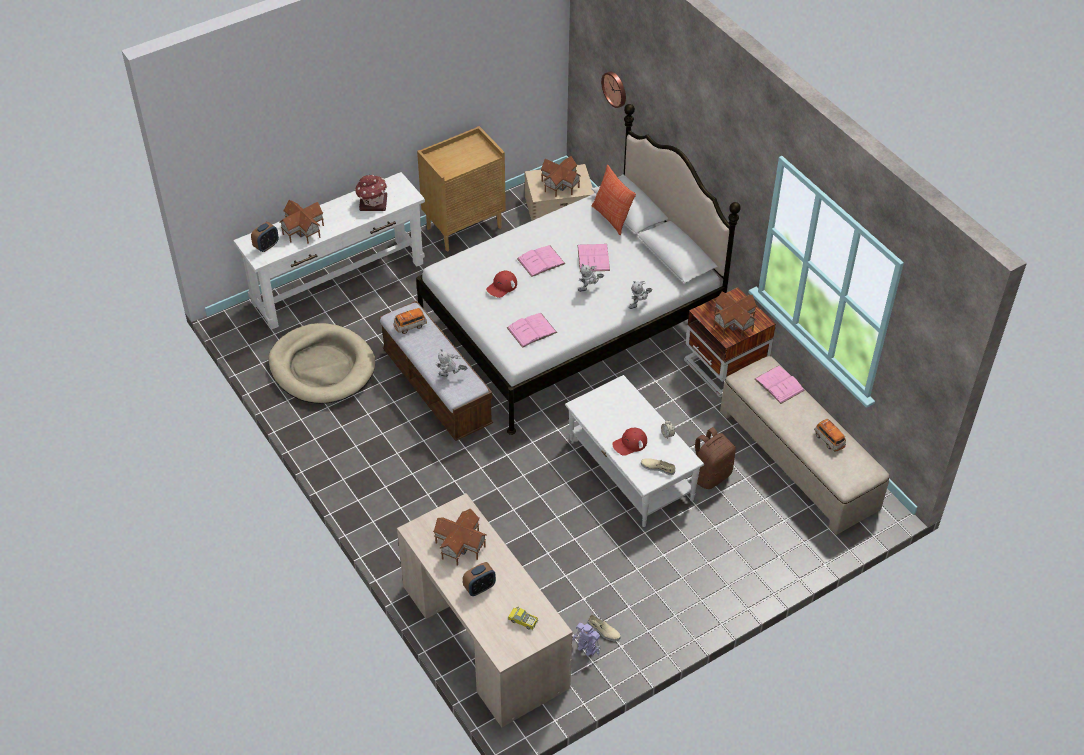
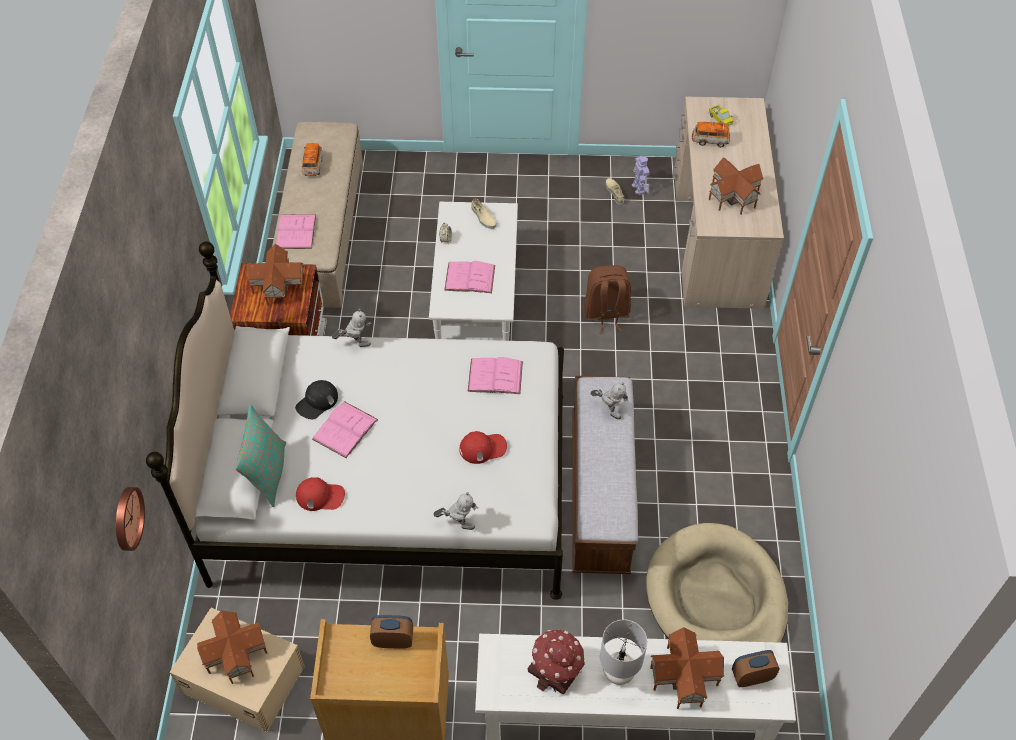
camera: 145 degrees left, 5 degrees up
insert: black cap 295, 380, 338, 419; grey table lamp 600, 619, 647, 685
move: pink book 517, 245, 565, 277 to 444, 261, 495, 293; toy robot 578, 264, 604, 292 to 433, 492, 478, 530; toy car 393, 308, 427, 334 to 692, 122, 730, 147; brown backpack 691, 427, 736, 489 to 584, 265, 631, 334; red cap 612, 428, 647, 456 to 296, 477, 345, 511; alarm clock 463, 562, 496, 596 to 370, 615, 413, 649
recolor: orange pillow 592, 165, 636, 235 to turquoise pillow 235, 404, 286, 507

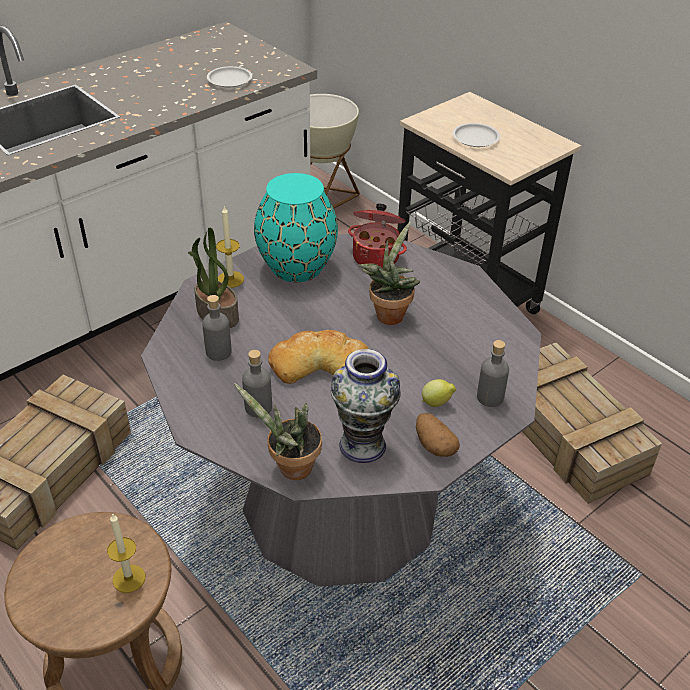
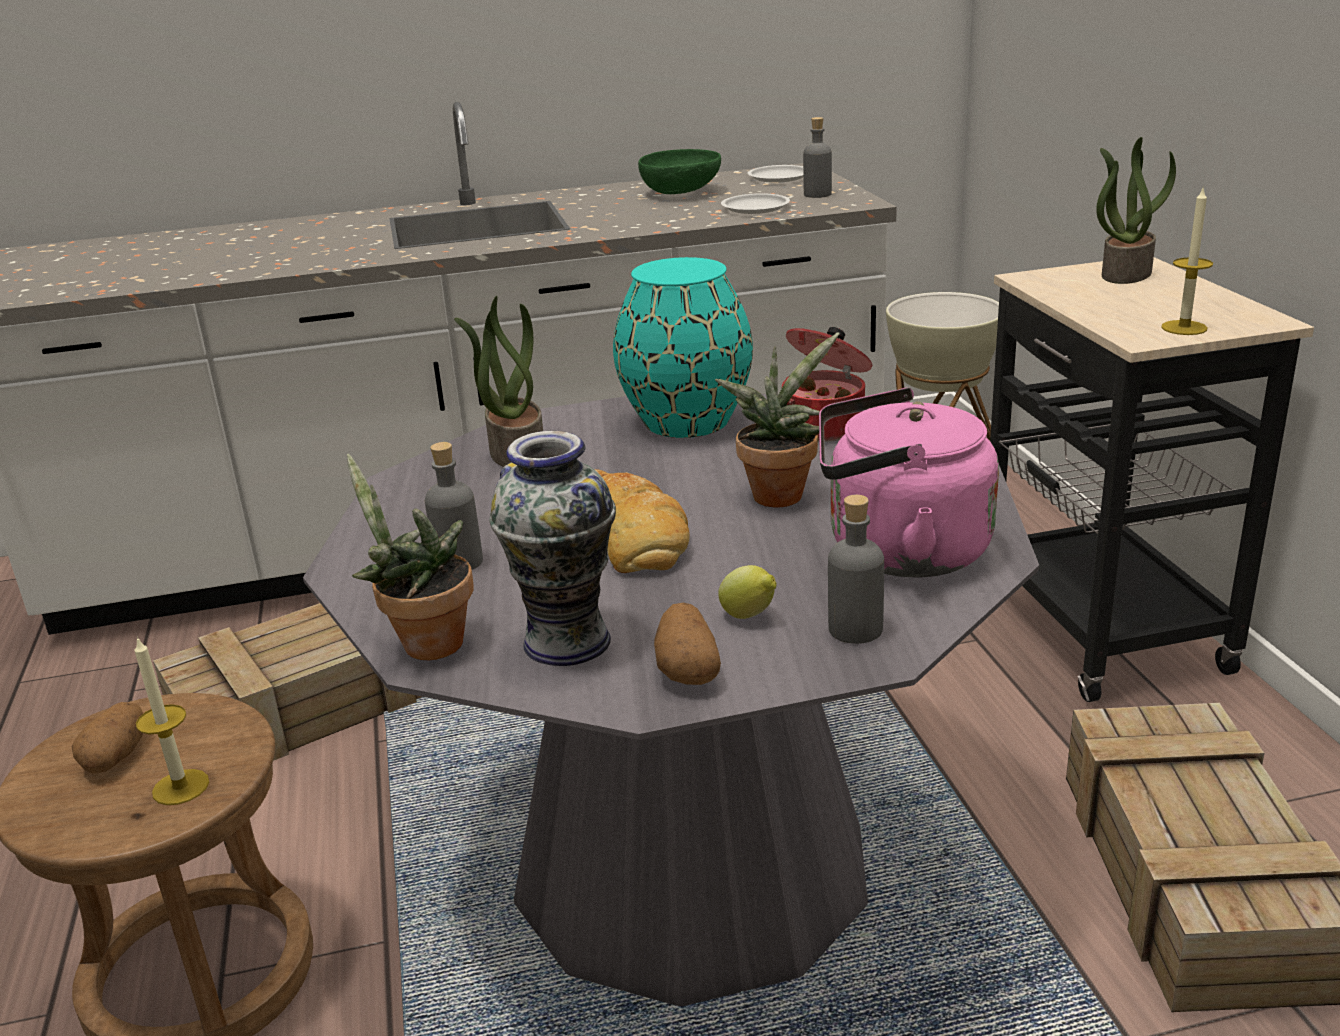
camera: 30 degrees right, 15 degrees down
insert: potted plant 1096, 137, 1176, 284; green bowl 638, 149, 721, 194; pink kettle 819, 388, 999, 578; potato 72, 702, 143, 774
move: white plate 452, 123, 500, 147 to 748, 165, 803, 183; candle 216, 206, 244, 288 to 1161, 186, 1213, 335; grey bottle 202, 295, 232, 361 to 803, 117, 832, 198

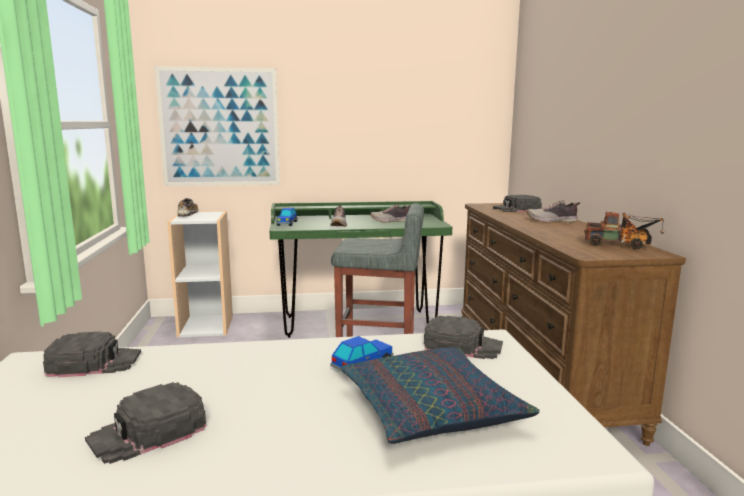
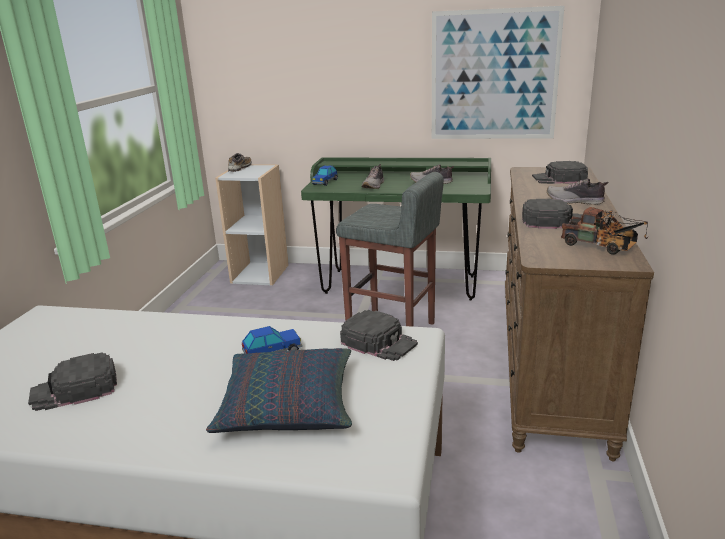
camera: 20 degrees right, 10 degrees up
move: picture 155, 66, 280, 186 to 432, 6, 564, 139; black cap 43, 331, 141, 377 to 522, 199, 583, 229

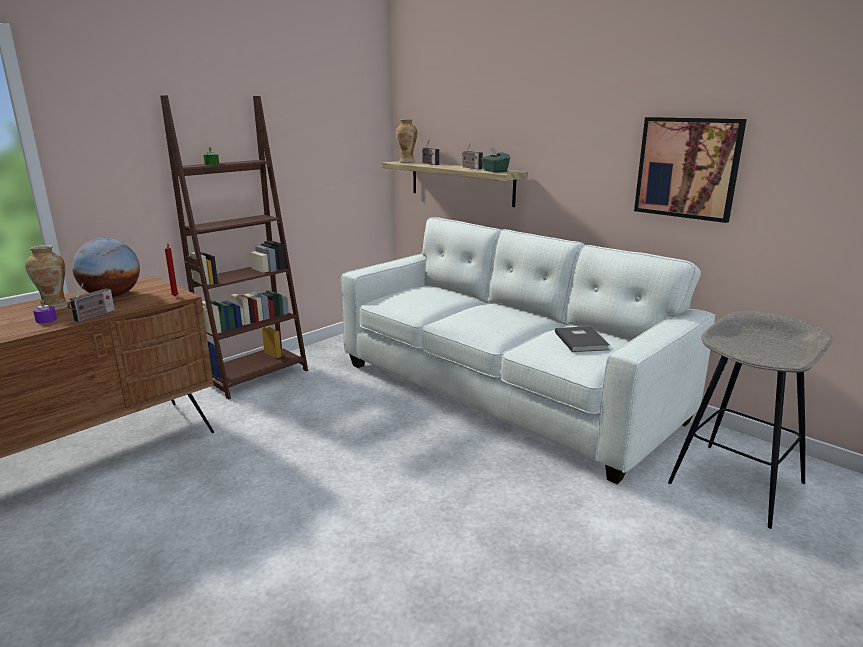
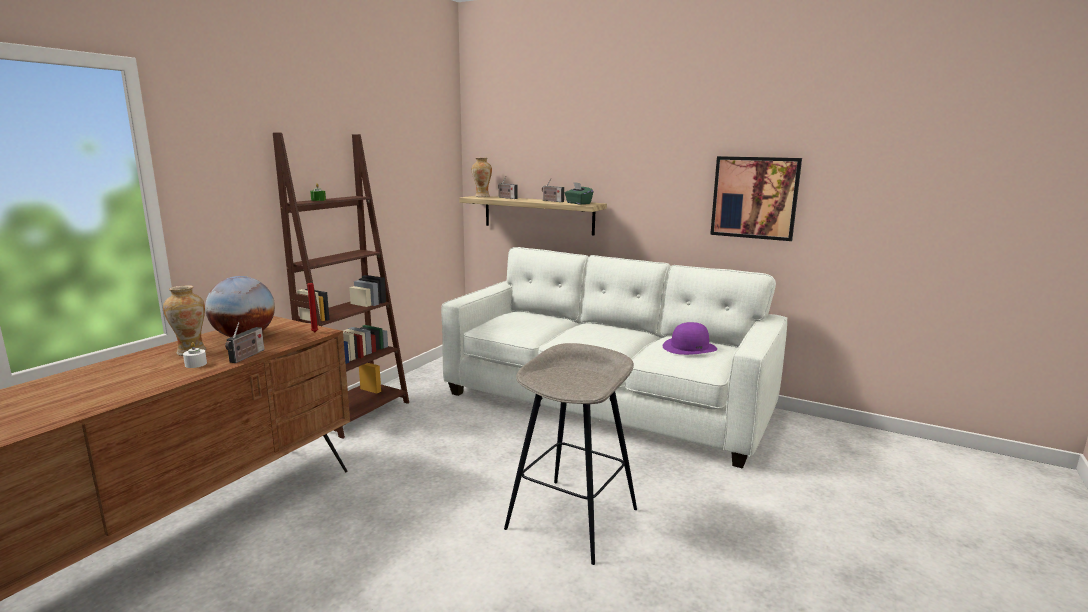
camera: 15 degrees left, 5 degrees down
move: grey stool 668, 311, 832, 529 to 504, 343, 637, 565
replace: grey book 555, 326, 610, 352 to purple hat 663, 322, 717, 355
recolor: purple candle 33, 299, 57, 323 to white candle 183, 342, 207, 368

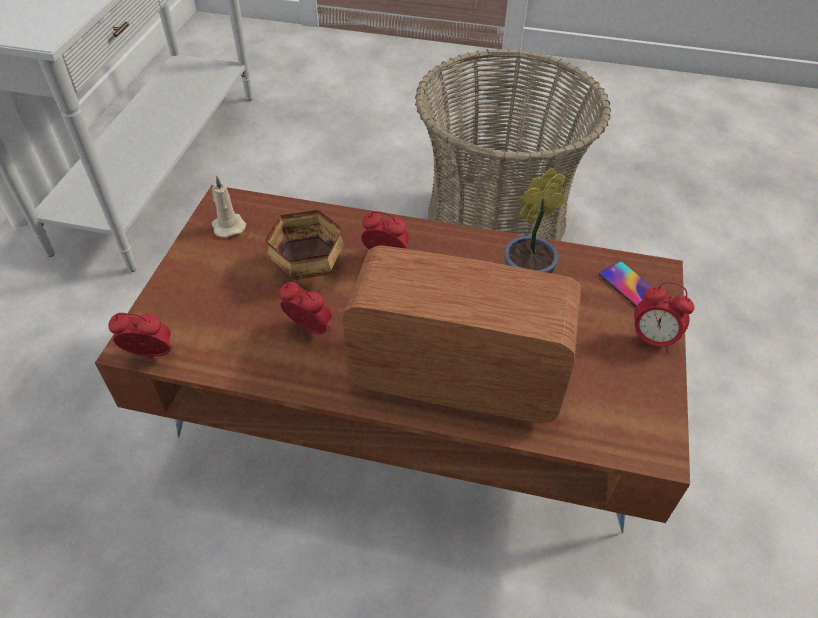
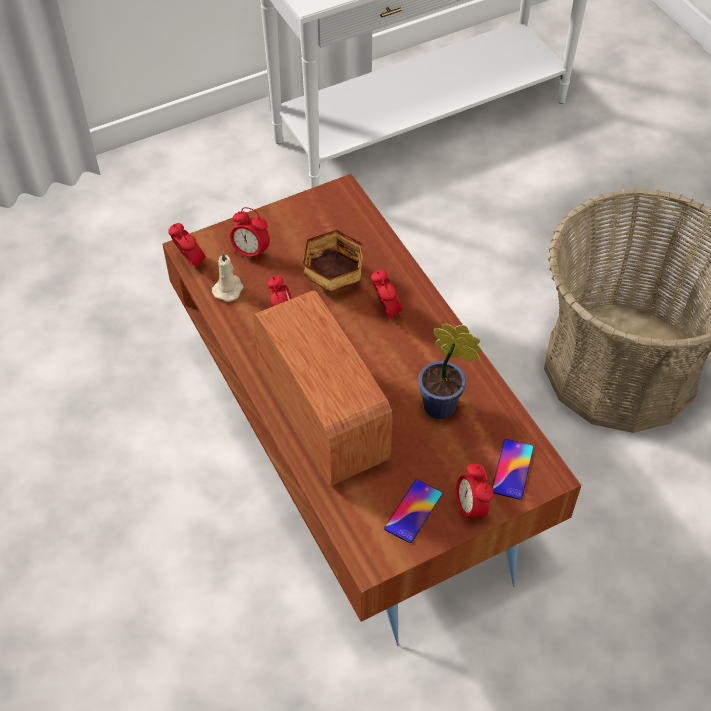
camera: 50 degrees right, 5 degrees up
insert: alarm clock 230, 207, 270, 263; phone 384, 479, 442, 543
move: beige candle 212, 175, 246, 238 to 212, 252, 244, 302

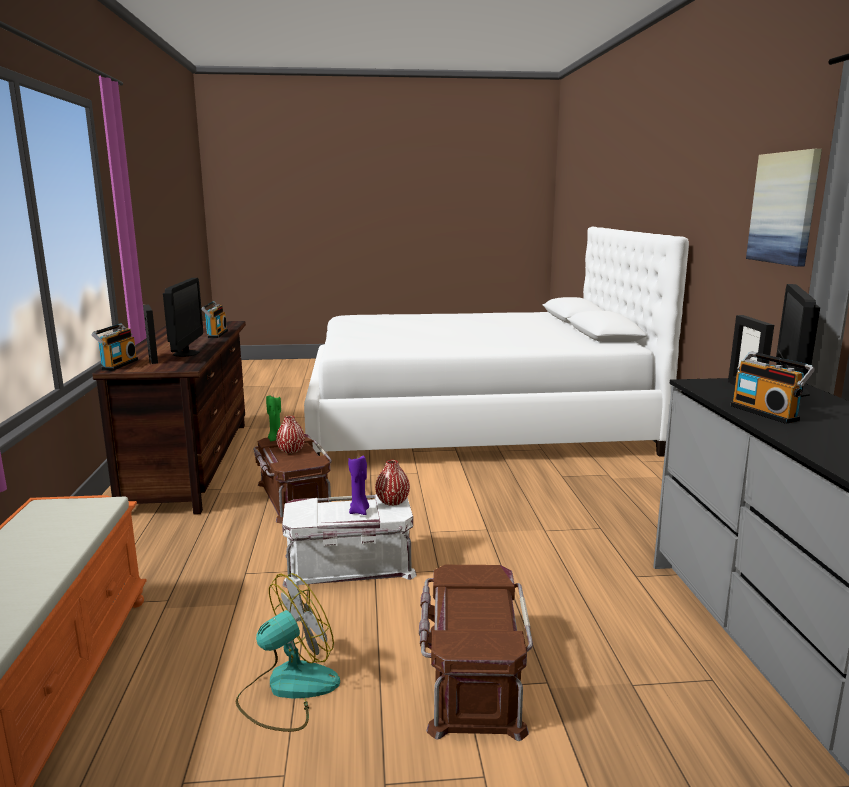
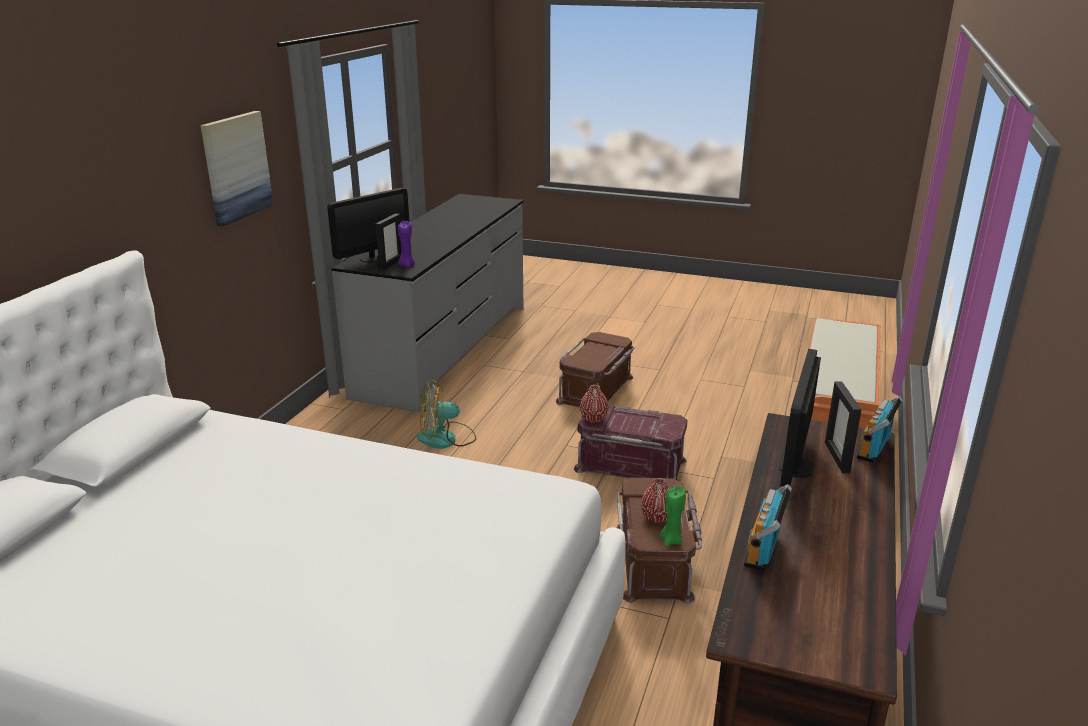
camera: 155 degrees left, 10 degrees up
delete: radio 731, 351, 815, 424
move: purple candle 348, 455, 369, 515 to 398, 221, 415, 268; fan 236, 573, 340, 732 to 417, 380, 476, 449
recolor: white storage box 282, 494, 417, 588 to red storage box 574, 405, 687, 481

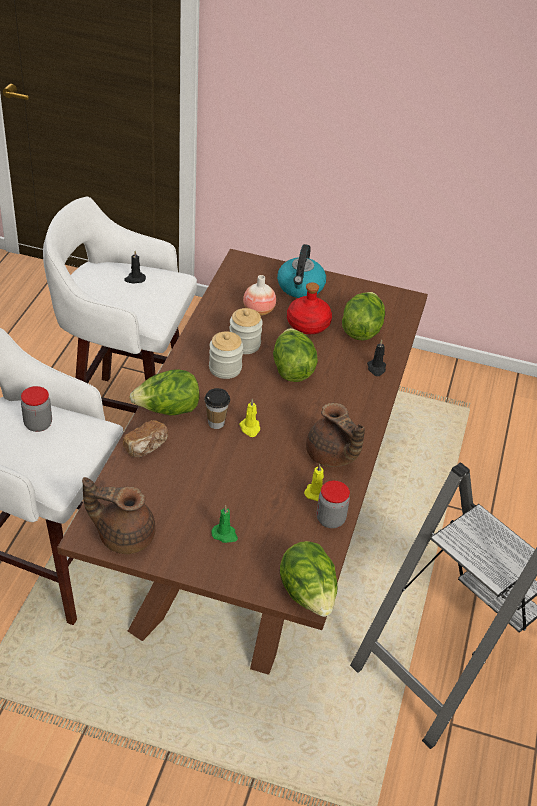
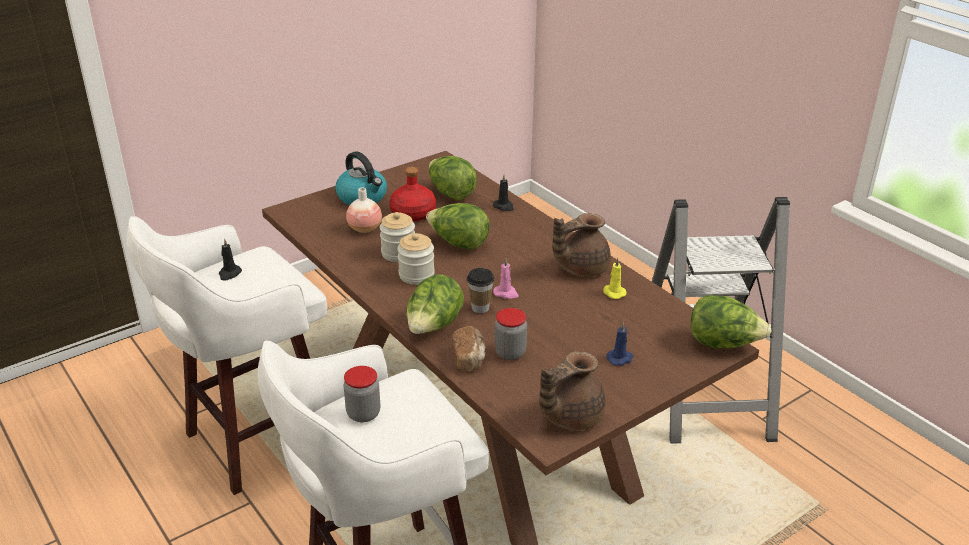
camera: 50 degrees left, 10 degrees down
move: jar 317, 480, 350, 528 to 494, 308, 527, 360
recolor: yellow candle 239, 399, 260, 437 to pink candle 493, 258, 519, 299; green candle 211, 505, 238, 543 to blue candle 606, 322, 633, 366
rotate: brown teapot 306, 403, 365, 467 = 552, 213, 611, 277 150 degrees clockwise

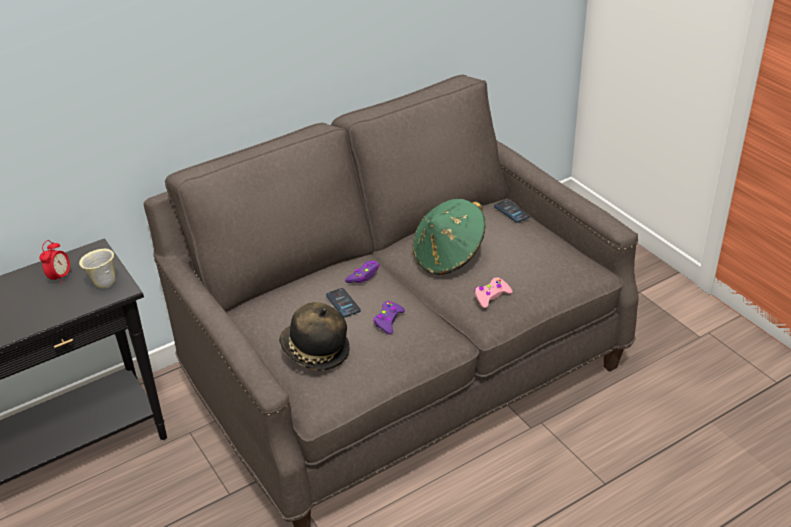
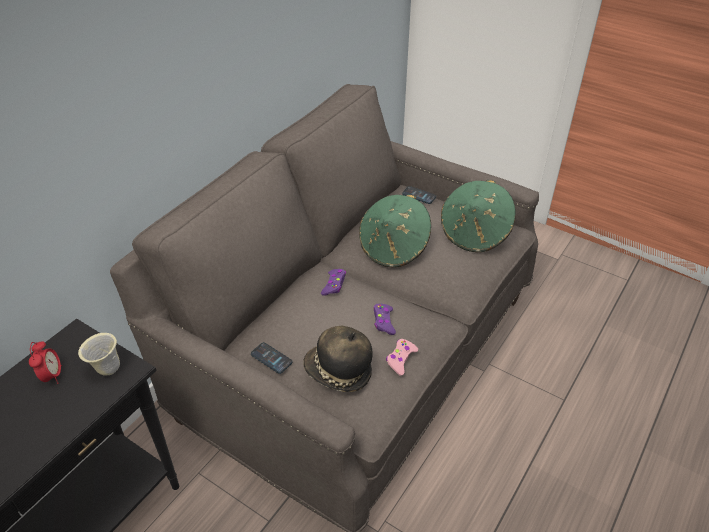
camera: 25 degrees left, 5 degrees up
insert: green hat 441, 180, 516, 252
move: pink game controller 474, 277, 513, 308 to 386, 339, 418, 376; phone 326, 288, 361, 318 to 251, 342, 292, 374

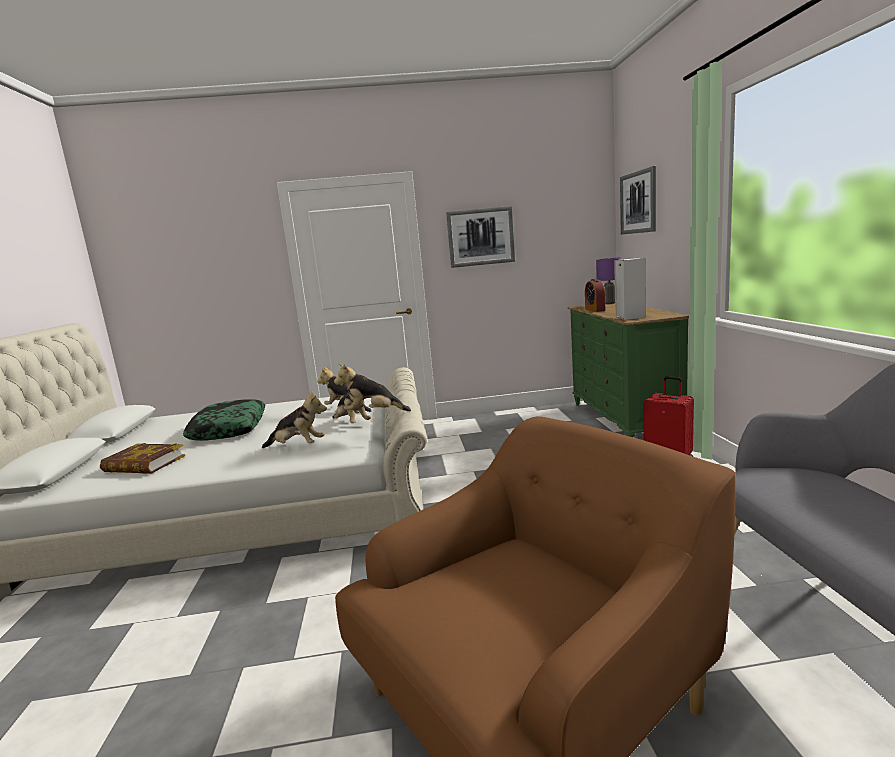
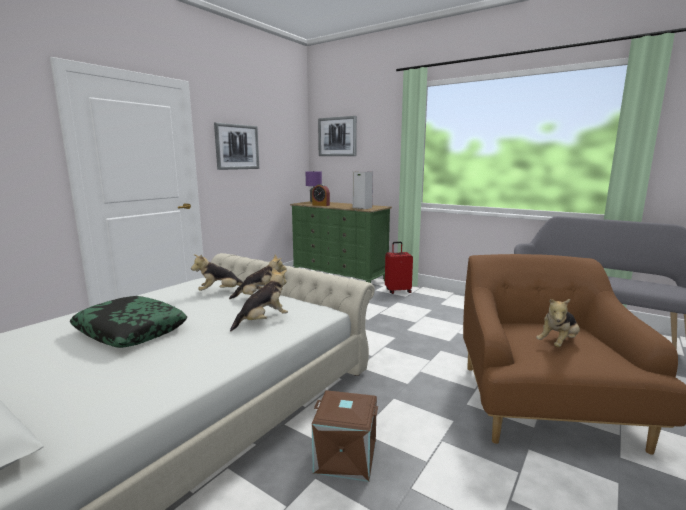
camera: 50 degrees left, 0 degrees up
delete: book 100, 443, 185, 474
insert: brown storage box 312, 390, 378, 482
move: plush toy 334, 364, 411, 411 to 536, 299, 580, 347

